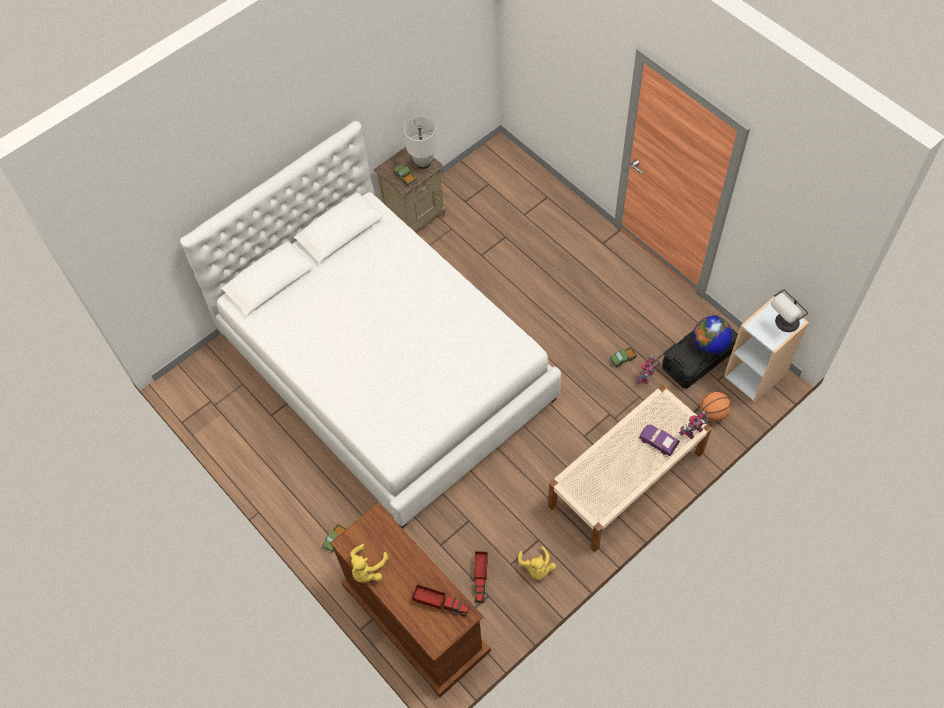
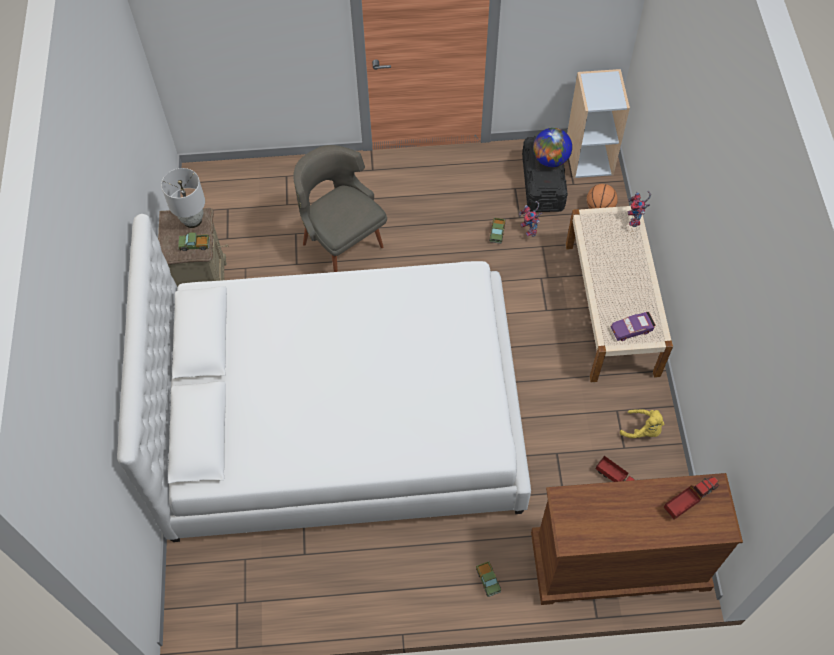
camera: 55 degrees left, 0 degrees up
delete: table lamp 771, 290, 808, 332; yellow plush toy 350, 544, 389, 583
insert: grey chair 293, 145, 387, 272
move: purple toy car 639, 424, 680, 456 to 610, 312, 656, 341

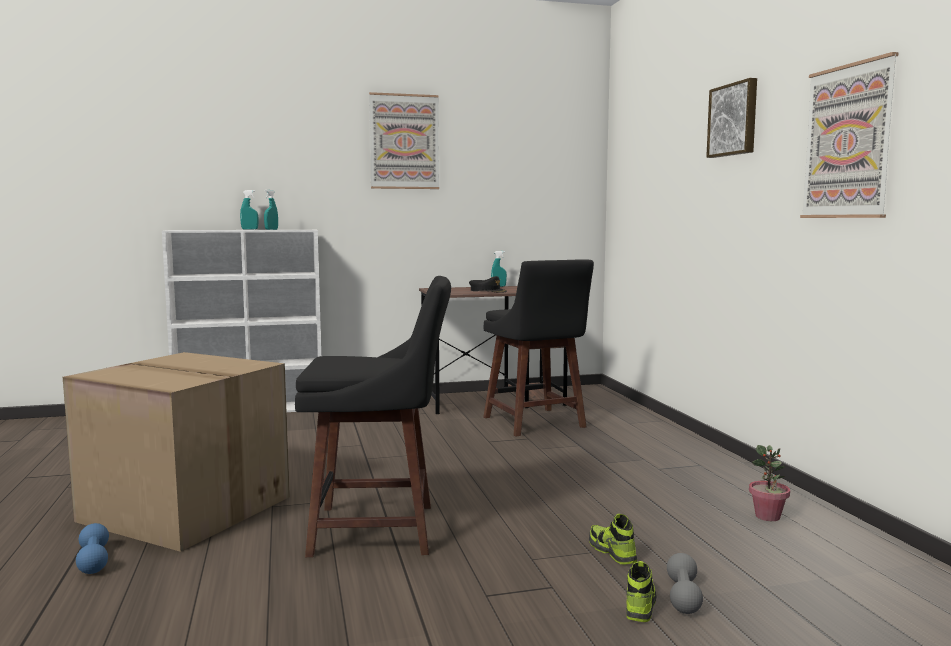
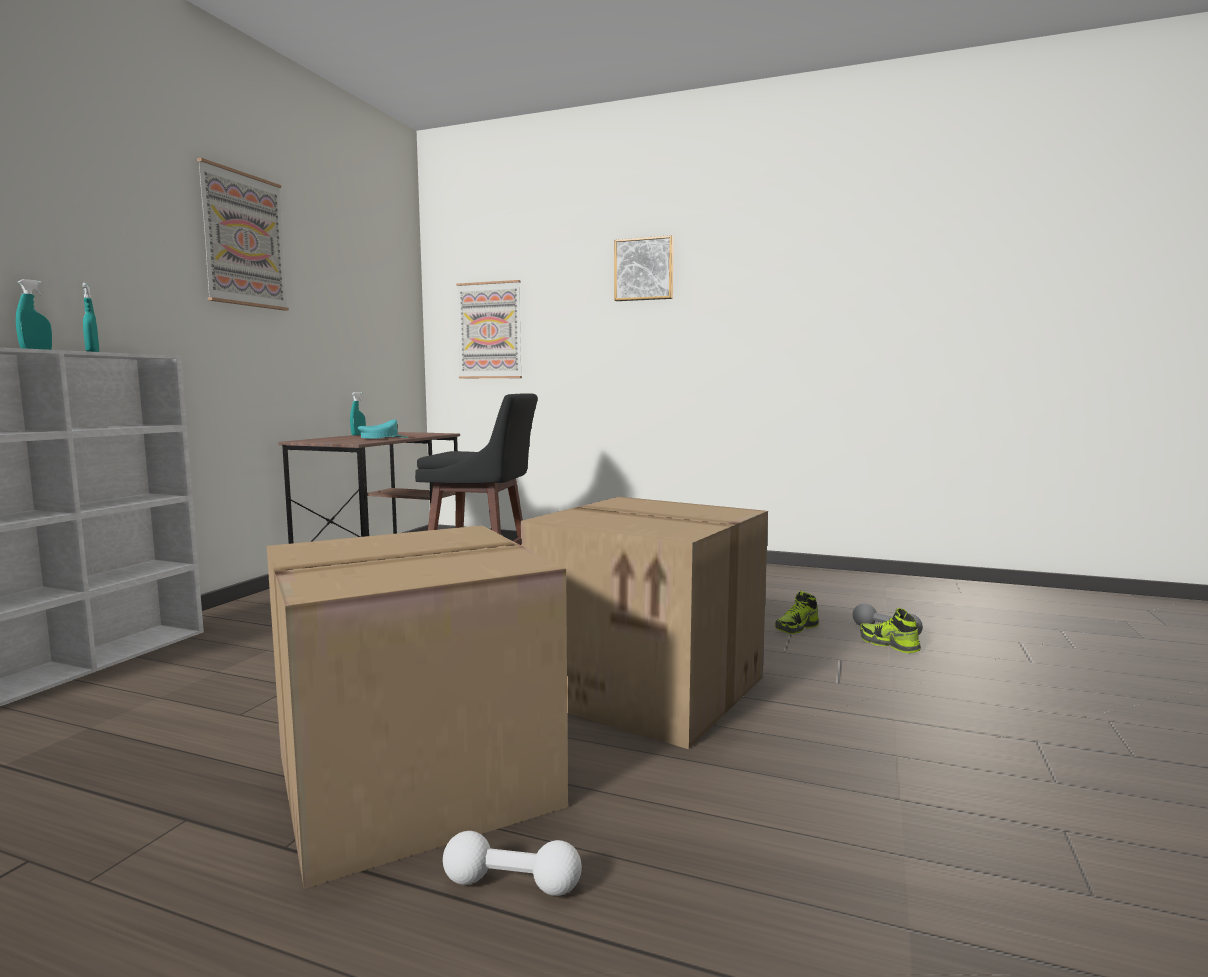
camera: 55 degrees left, 0 degrees up
delete: potted plant 749, 445, 790, 521
move: picture 800, 52, 899, 218 to 456, 280, 522, 378
replace: black stool 295, 276, 451, 557 to cardboard box 521, 497, 768, 749
recolor: black cap 469, 276, 507, 293 to turquoise cap 358, 419, 408, 439; blue dumbbell 76, 523, 109, 574 to white dumbbell 443, 831, 582, 896
rotate: shoe 589, 514, 637, 565 = 775, 591, 819, 634 45 degrees counterclockwise

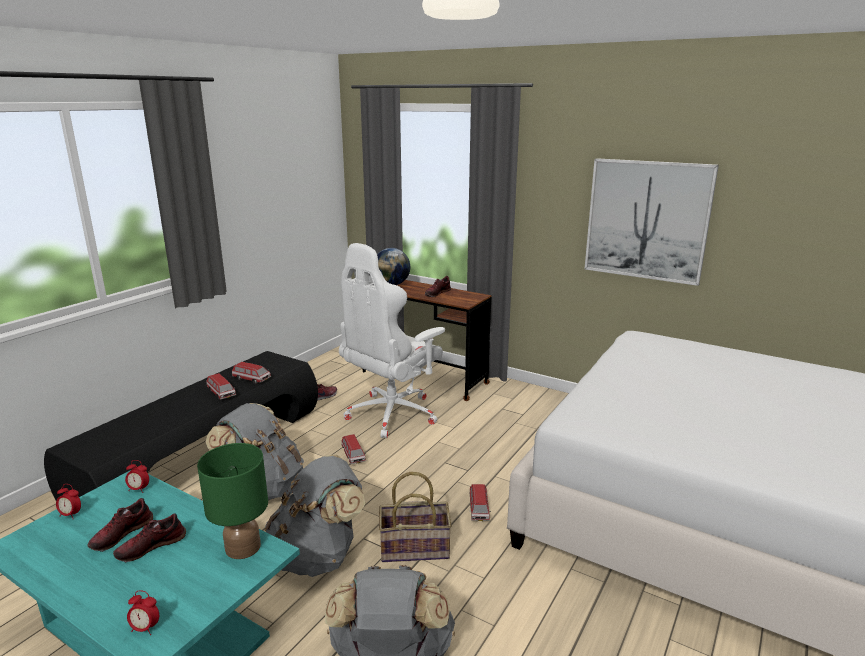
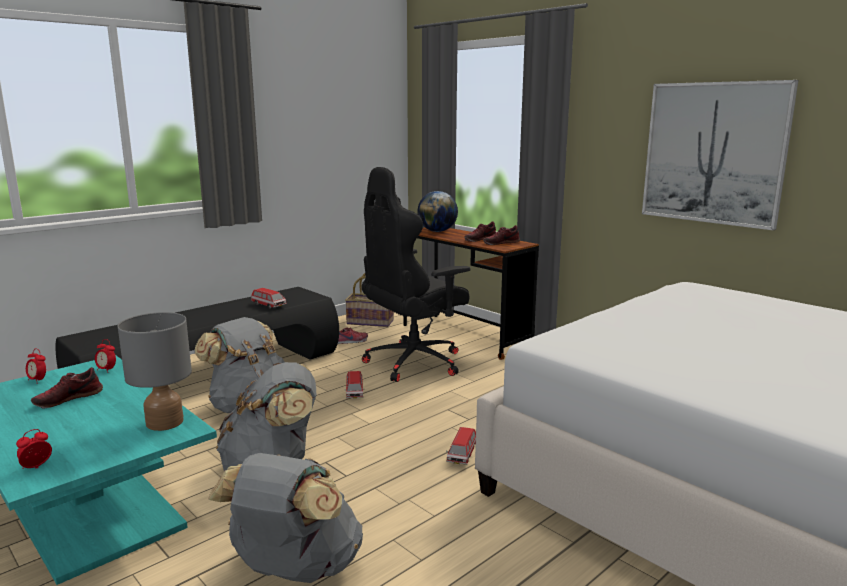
camera: 15 degrees right, 5 degrees down
delete: toy car 206, 373, 236, 400
move: basket 379, 472, 451, 562 to 345, 273, 394, 327; shoe 113, 513, 186, 562 to 483, 225, 520, 245
recolor: white office chair 339, 243, 445, 438 to black office chair 362, 167, 470, 382; green table lamp 197, 443, 268, 559 to grey table lamp 118, 312, 192, 431
rotate: alarm clock 127, 590, 159, 635 = 16, 429, 52, 469 105 degrees clockwise

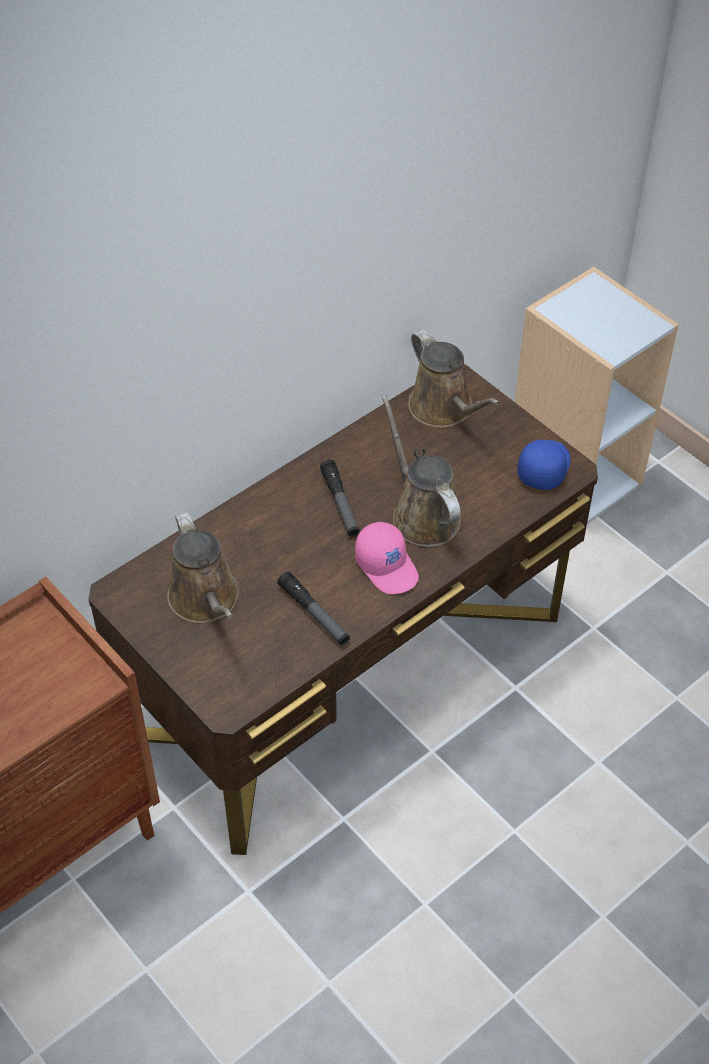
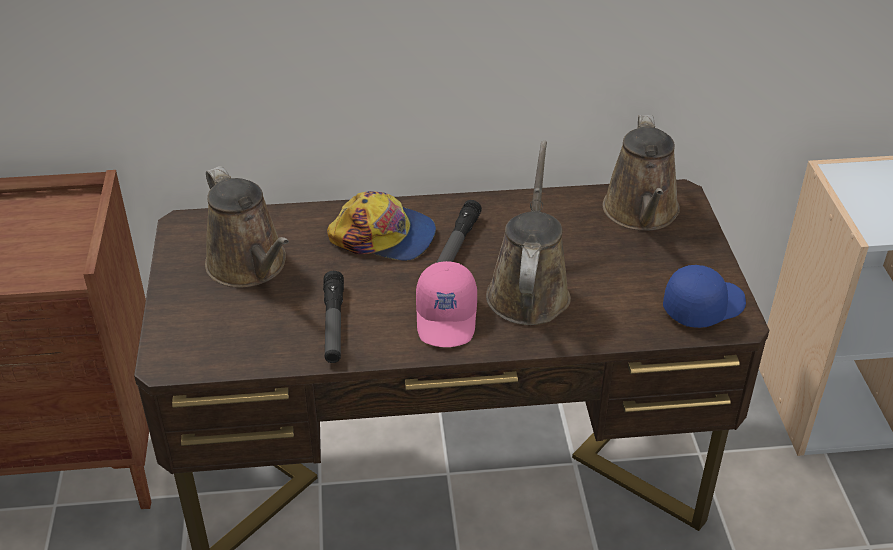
camera: 35 degrees right, 10 degrees down
insert: cap 327, 191, 436, 261
rotate: brown watering can 167, 512, 239, 623 = 205, 166, 289, 288 45 degrees counterclockwise

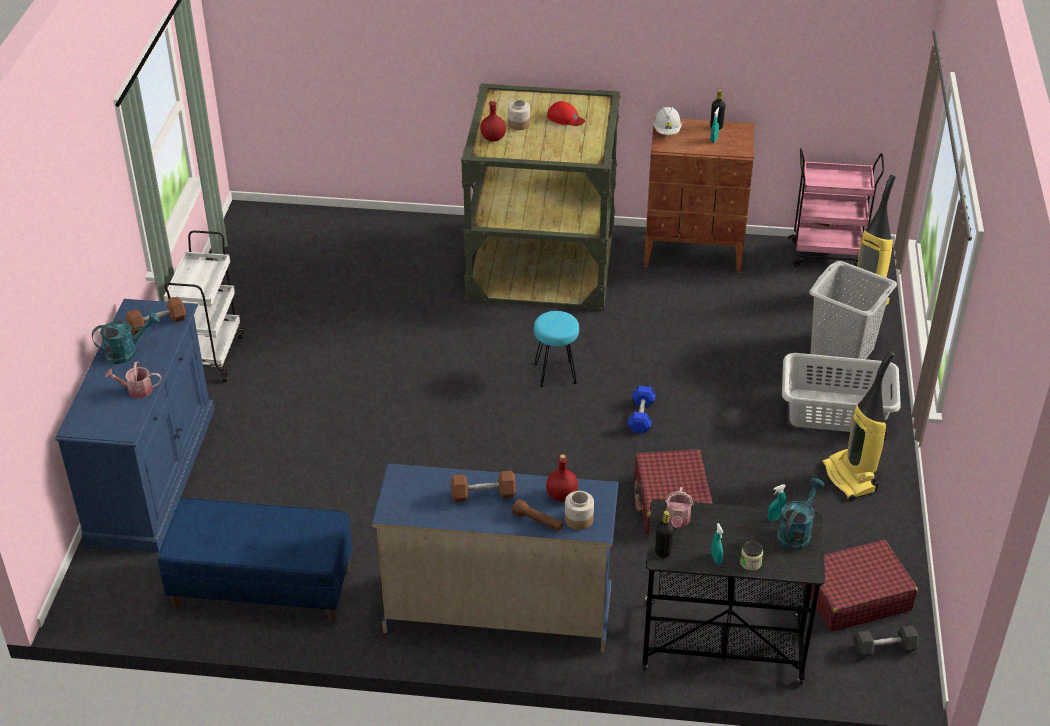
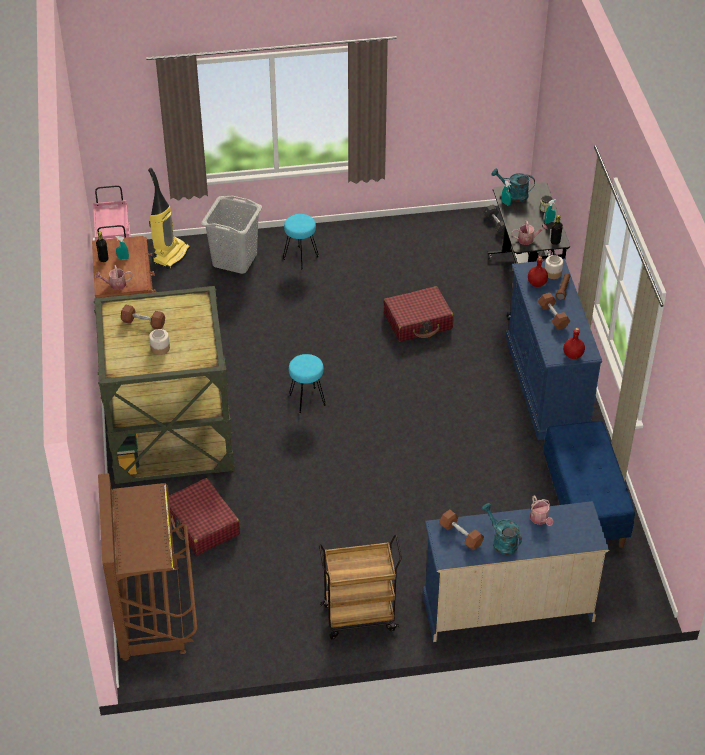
camera: 105 degrees left, 5 degrees up
delete: vacuum cleaner 821, 351, 895, 501; blue dumbbell 628, 386, 656, 433
insert: brown shoe rack 98, 473, 197, 661
move: red bottle 480, 99, 506, 142 to 563, 328, 585, 359; red suitcase 804, 540, 918, 631 to 169, 478, 240, 555
replace: red cap 547, 101, 585, 126 to brown dumbbell 121, 305, 165, 329; white hard hat 653, 107, 682, 135 to watering can 94, 265, 133, 290; grey laundry basket 782, 353, 901, 432 to turquoise stool 283, 214, 319, 270
recolor: white cart 164, 231, 244, 382 to brown cart 319, 535, 402, 639

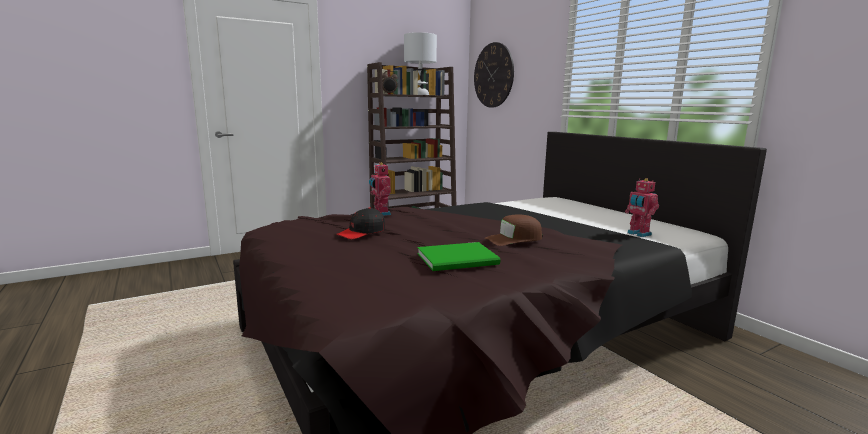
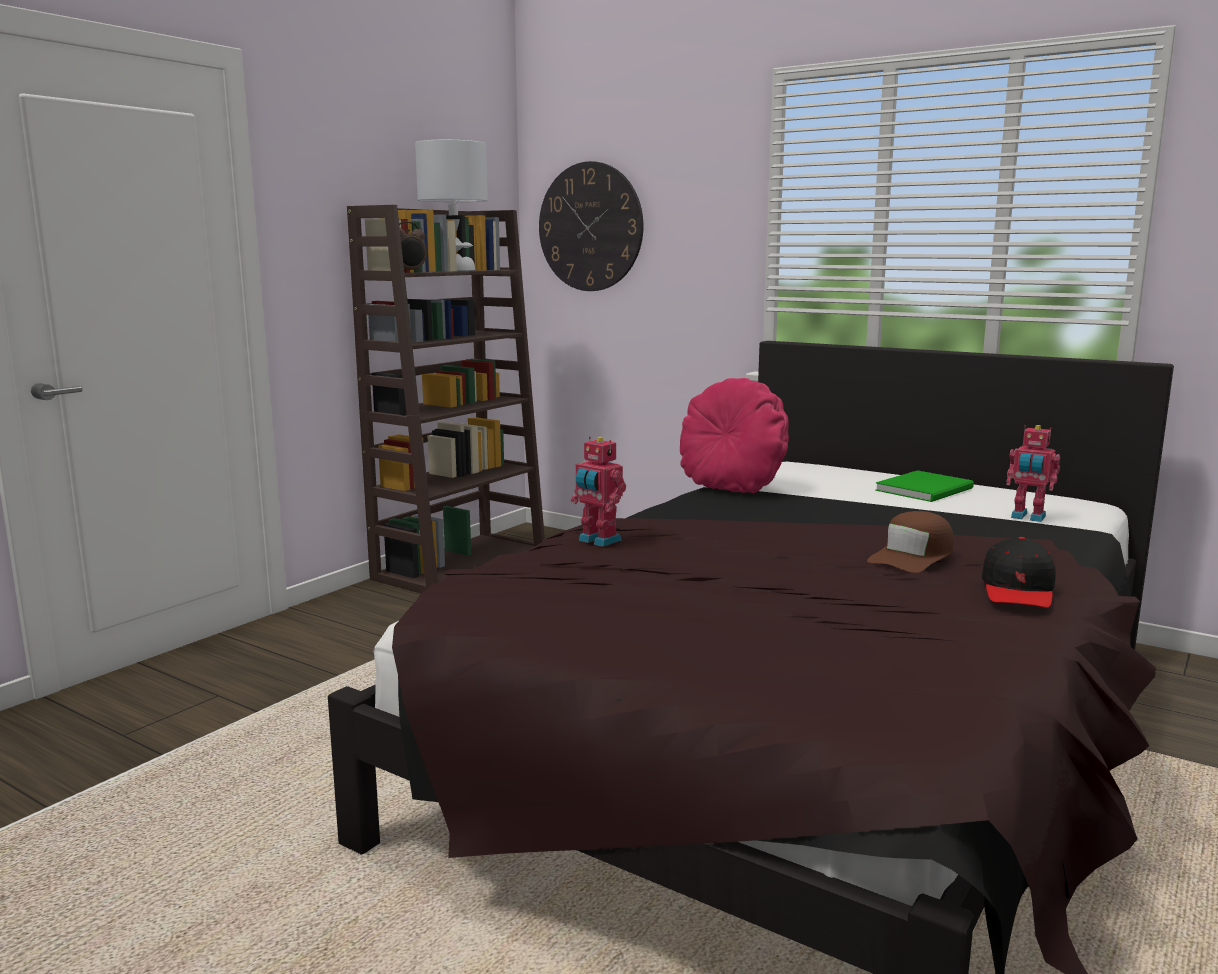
camera: 25 degrees left, 0 degrees up
insert: pink pillow 680, 378, 789, 493
move: black cap 336, 208, 385, 239 to 982, 537, 1056, 608; green book 417, 242, 500, 271 to 875, 470, 974, 502

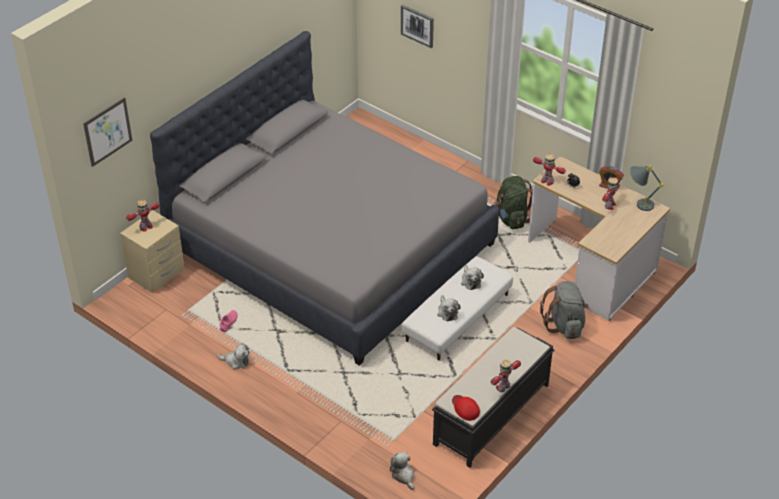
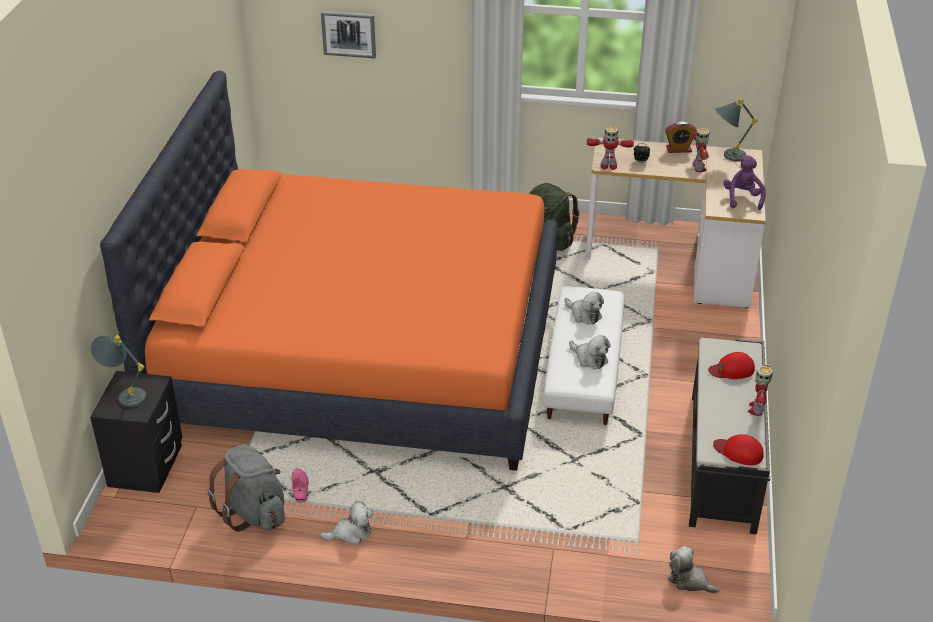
camera: 30 degrees left, 5 degrees down
delete: picture 83, 97, 132, 167
insert: purple plush toy 724, 155, 766, 210; red cap 708, 352, 755, 379
move: grey backpack 540, 281, 589, 339 to 207, 444, 285, 532
replace: toy robot 126, 200, 159, 232 to grey table lamp 90, 335, 146, 407
recolor: grey bed 150, 31, 499, 366 to orange bed 100, 70, 558, 471; beige nightstand 120, 210, 184, 293 to black nightstand 90, 371, 182, 493

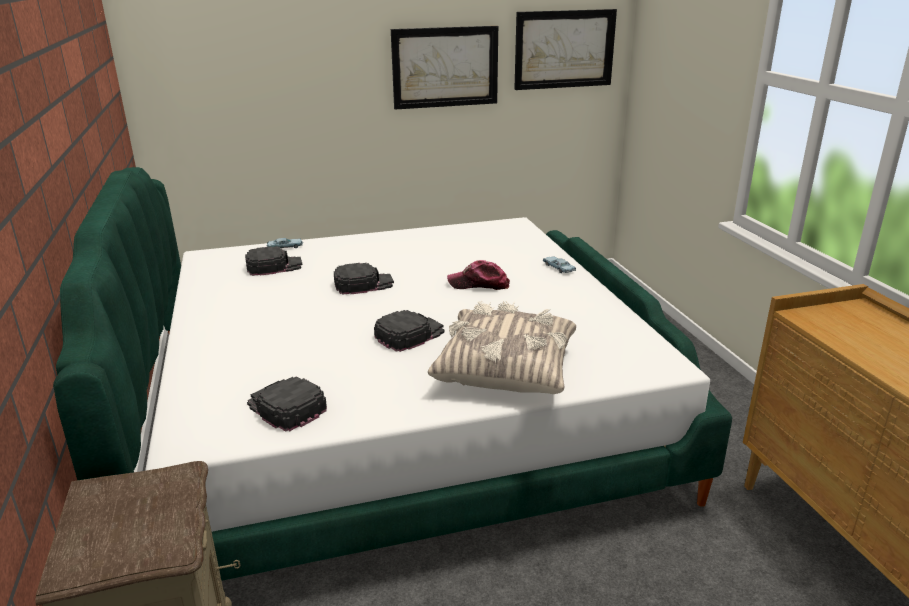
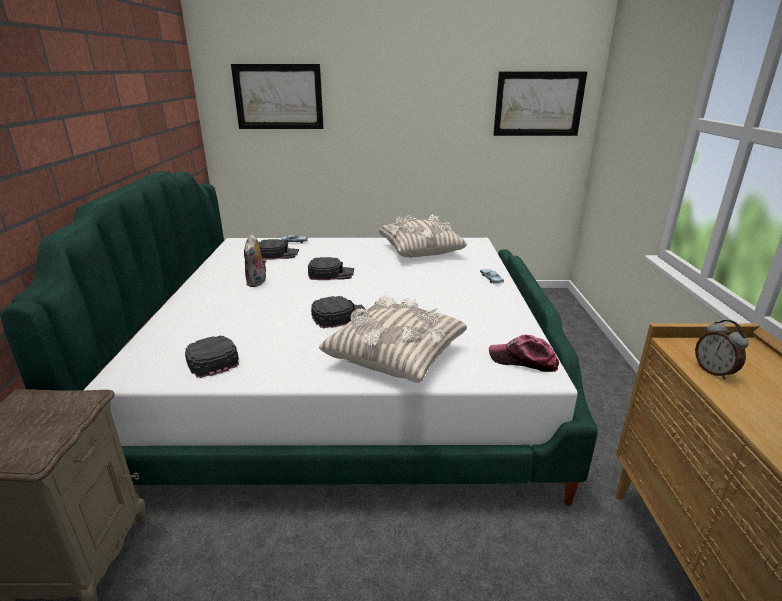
camera: 15 degrees right, 0 degrees up
insert: beige pillow 379, 214, 467, 258; plush toy 244, 234, 267, 287; alarm clock 695, 320, 748, 380
move: picture 391, 26, 498, 109 to 231, 64, 324, 129; cap 447, 260, 510, 290 to 489, 335, 559, 372

